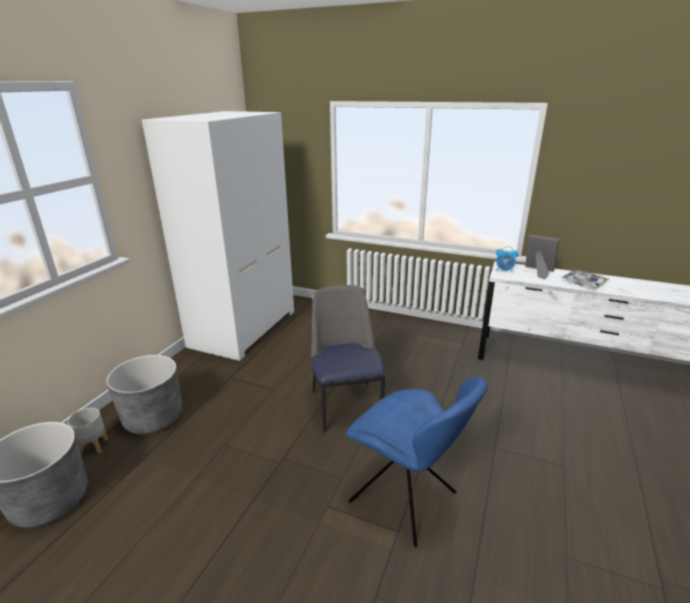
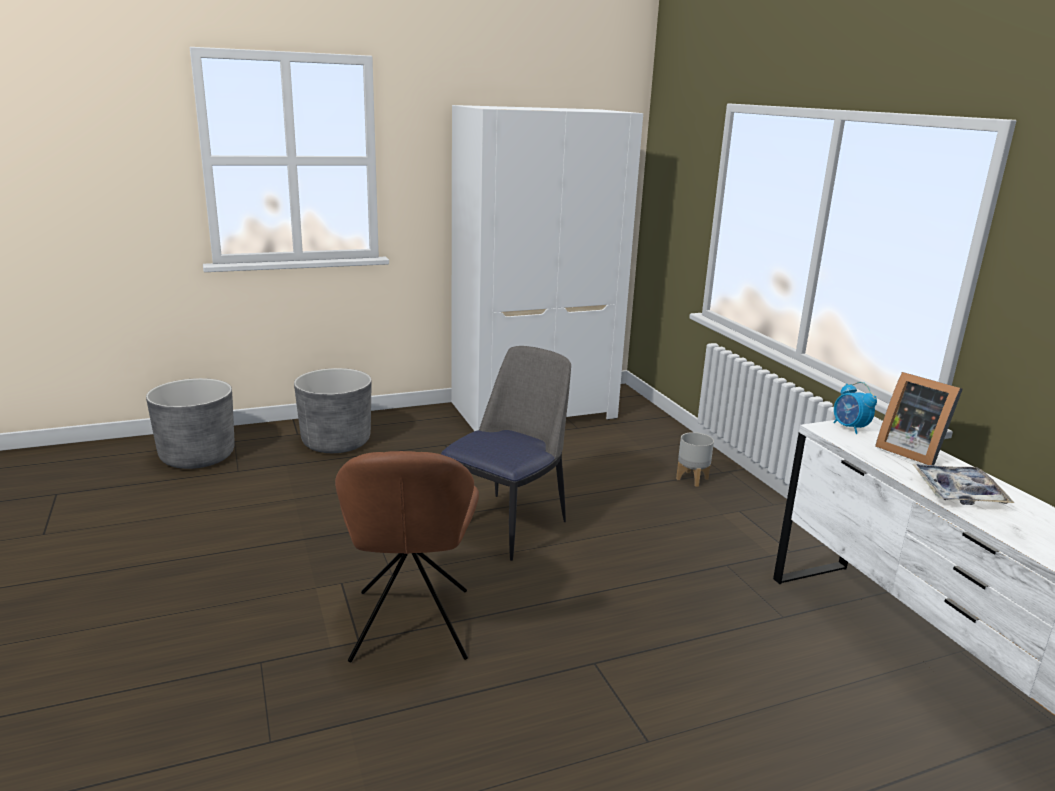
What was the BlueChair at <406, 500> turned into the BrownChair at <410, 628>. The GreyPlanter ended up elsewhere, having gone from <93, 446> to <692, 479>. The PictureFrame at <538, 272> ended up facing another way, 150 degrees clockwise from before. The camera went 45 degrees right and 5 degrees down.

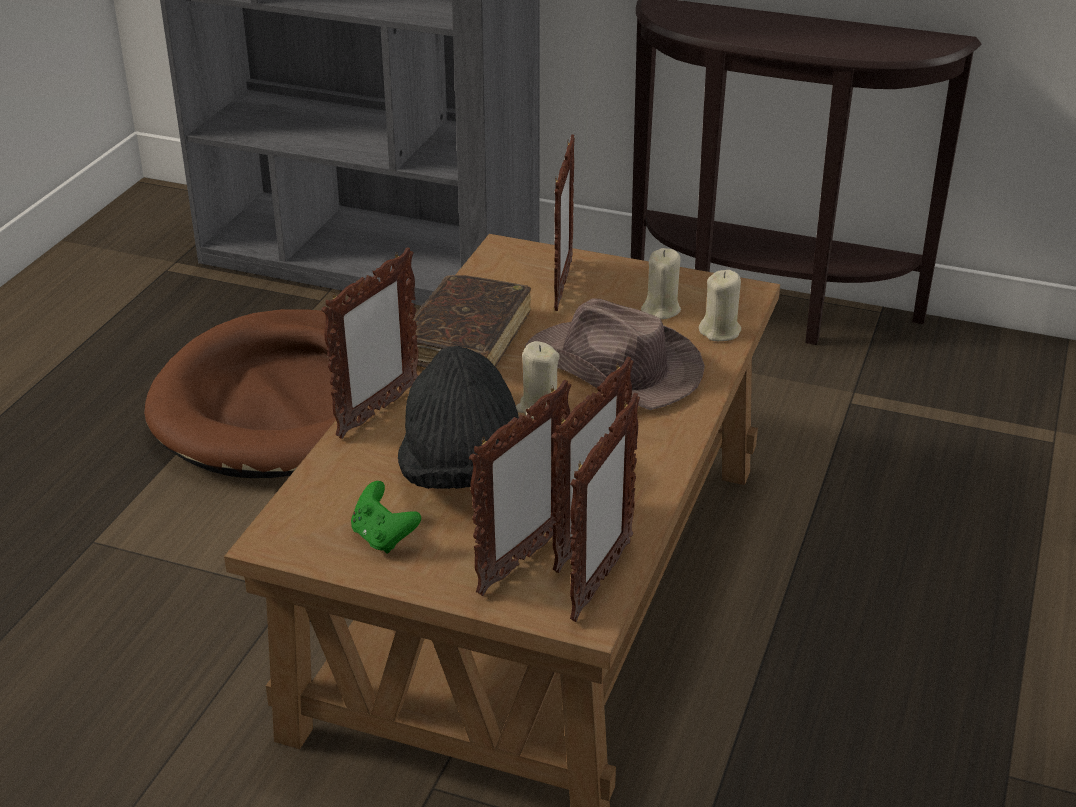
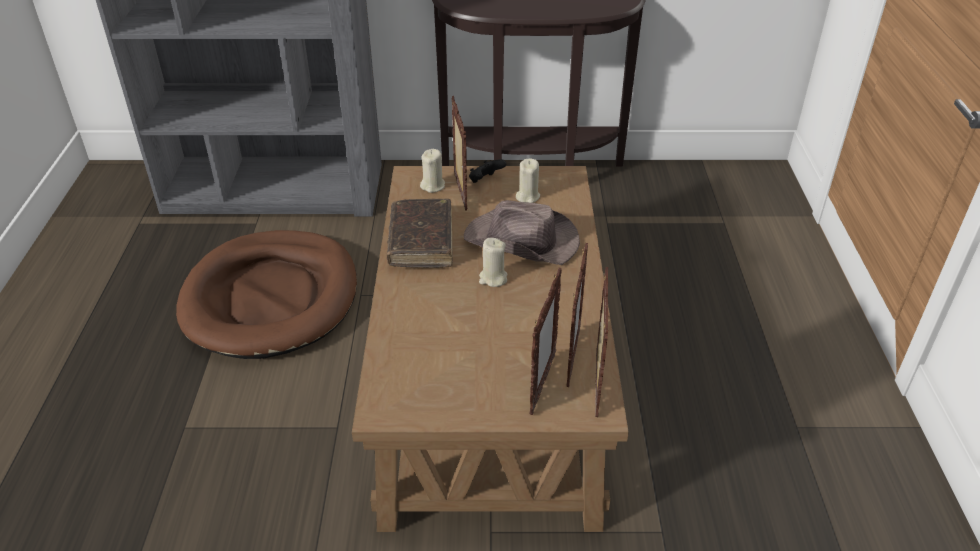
The BeigeCandle ended up elsewhere, having gone from <720, 331> to <433, 186>. The second view gained the BlackGameController at <485, 181>. The second view lost the PictureFrame at <377, 411>. The second view lost the GreenGameController at <383, 537>. The second view lost the BlackHat at <463, 474>. The camera went 20 degrees left and 5 degrees up.

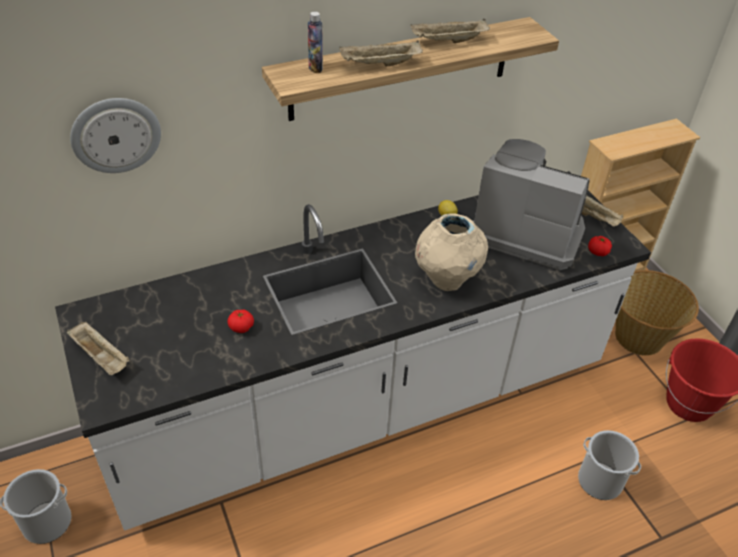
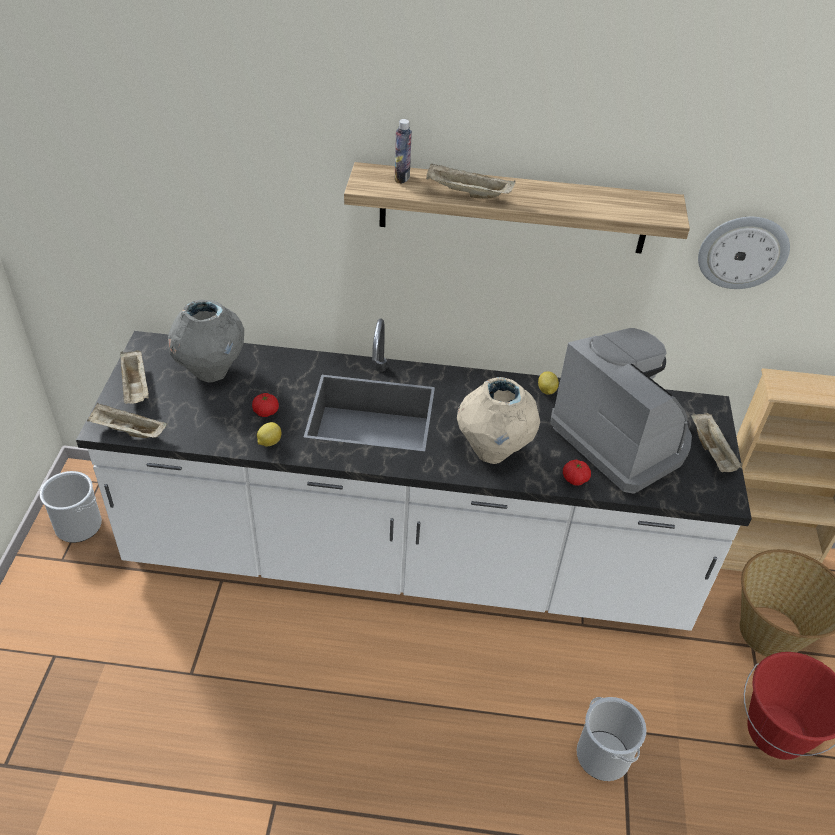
The BeigeTray ended up elsewhere, having gone from <448, 41> to <127, 431>. The second view gained the GreyVase at <211, 371>. The second view gained the Lemon at <269, 442>. The Tomato ended up elsewhere, having gone from <598, 252> to <575, 479>. The WallClock ended up elsewhere, having gone from <116, 134> to <742, 252>. The camera went 30 degrees right and 0 degrees up.

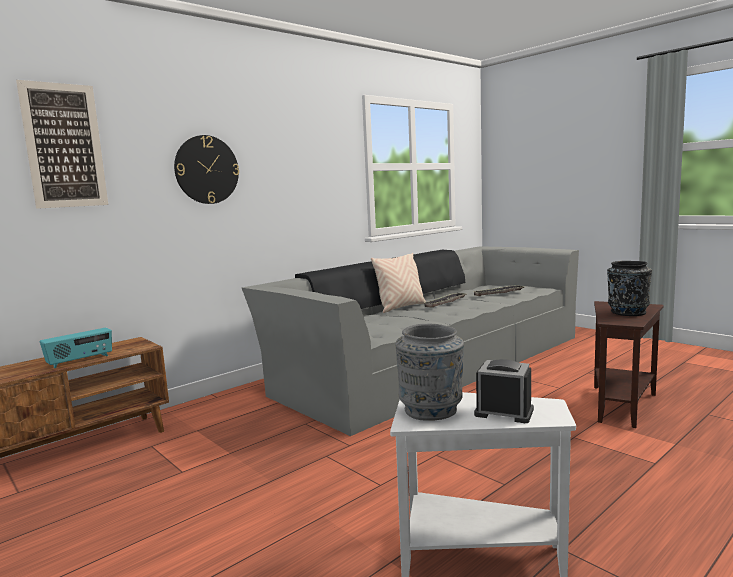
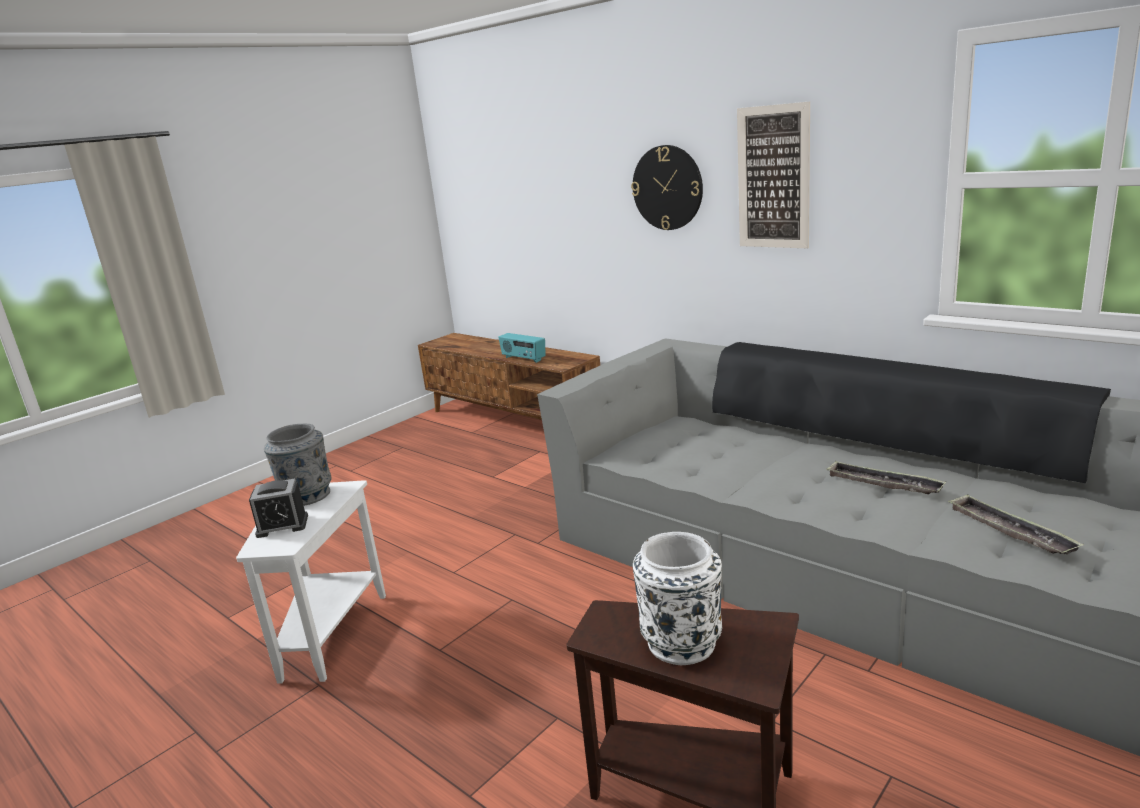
The AlarmClock at <504, 412> ended up facing another way, 60 degrees clockwise from before. What was the BlackVase at <627, 312> turned into the WhiteVase at <681, 641>. The Picture ended up elsewhere, having gone from <64, 146> to <773, 178>. The second view lost the BeigePillow at <400, 307>. The camera went 85 degrees right and 10 degrees up.

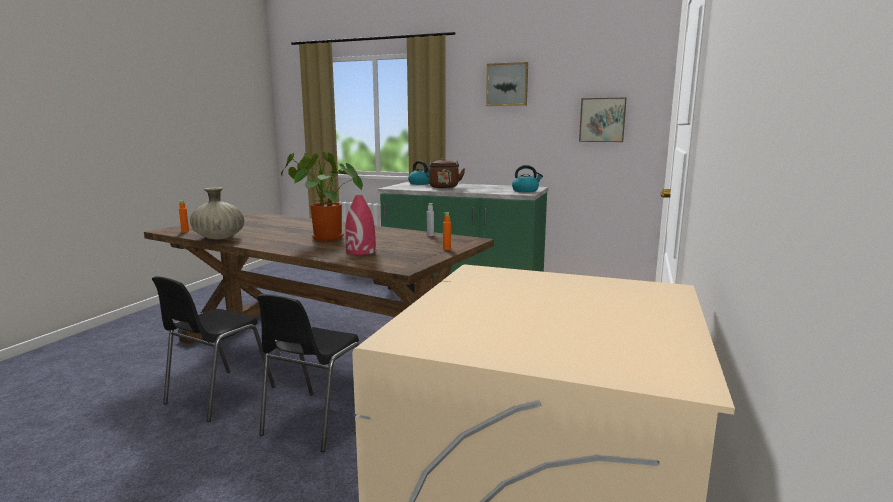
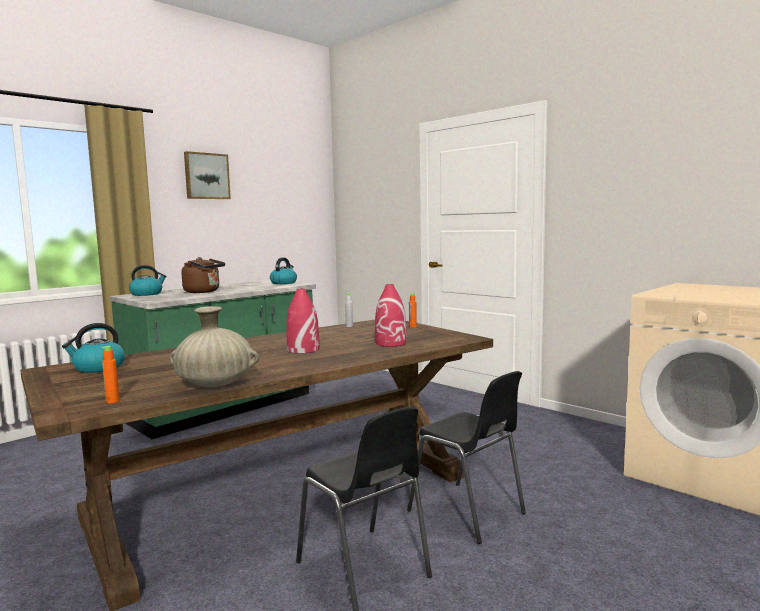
The second view gained the Kettle at <98, 368>. Where the PottedPlant stood at <324, 238>, the RedVase came to stand at <303, 350>. The second view lost the Picture at <602, 120>. The camera went 65 degrees left and 5 degrees down.

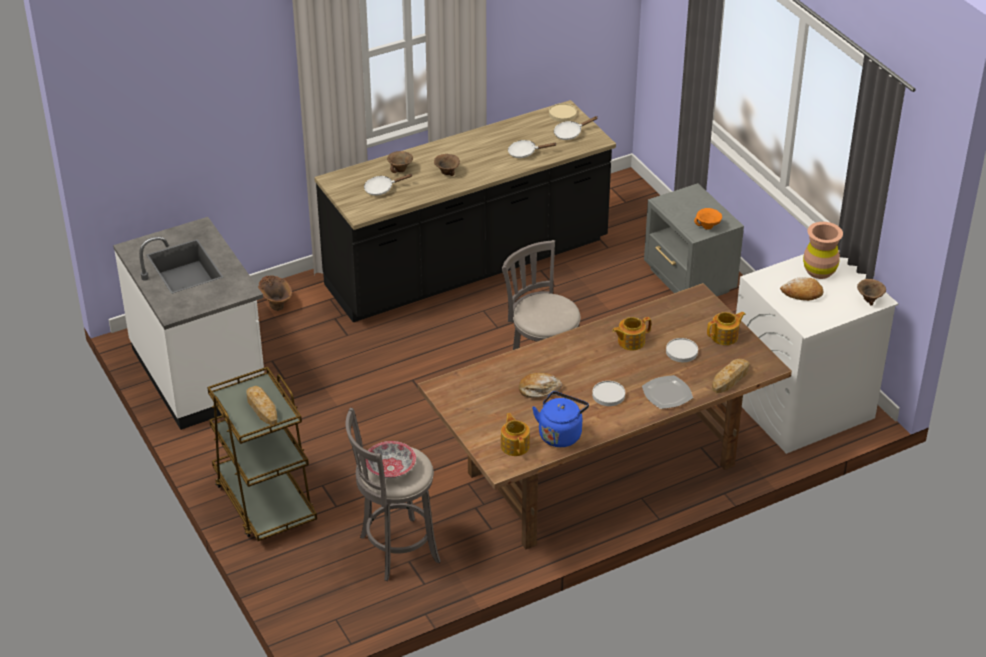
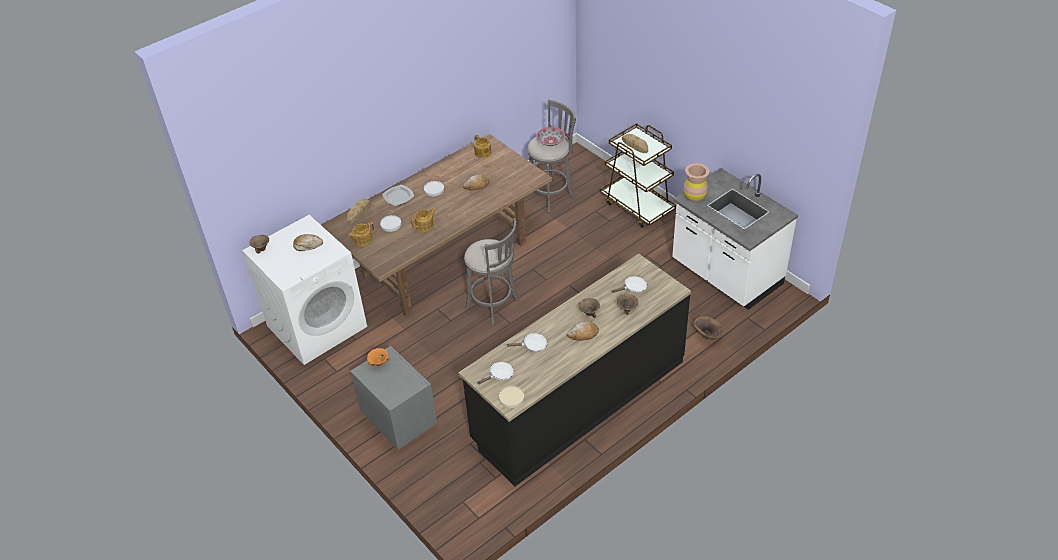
The second view gained the Bread at <583, 334>. The BrownVase ended up elsewhere, having gone from <819, 271> to <694, 196>. The second view lost the BlueKettle at <560, 434>. The camera went 170 degrees right and 5 degrees up.

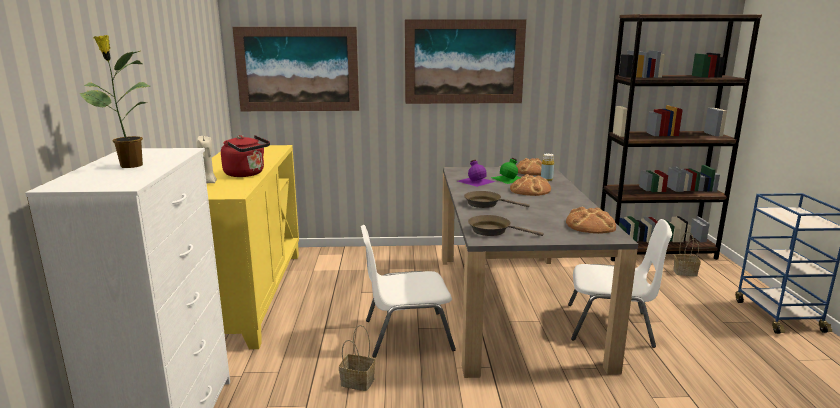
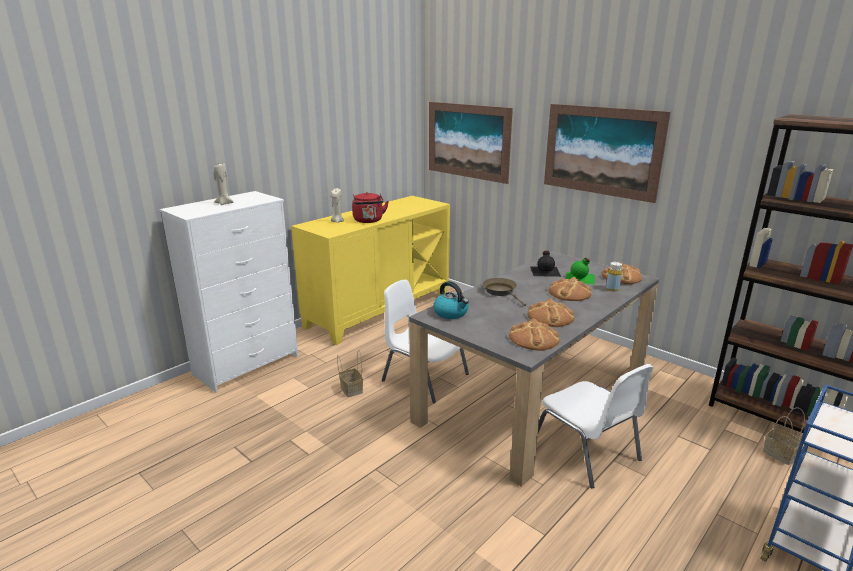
Where the PottedPlant stood at <130, 165>, the BeigeCandle came to stand at <224, 203>. Where the BrownFryingPan stood at <493, 231>, the Kettle came to stand at <451, 313>. The second view gained the Bread at <550, 317>. What was the PurpleBottle at <476, 181> turned into the BlackBottle at <545, 271>. The camera went 45 degrees right and 5 degrees up.

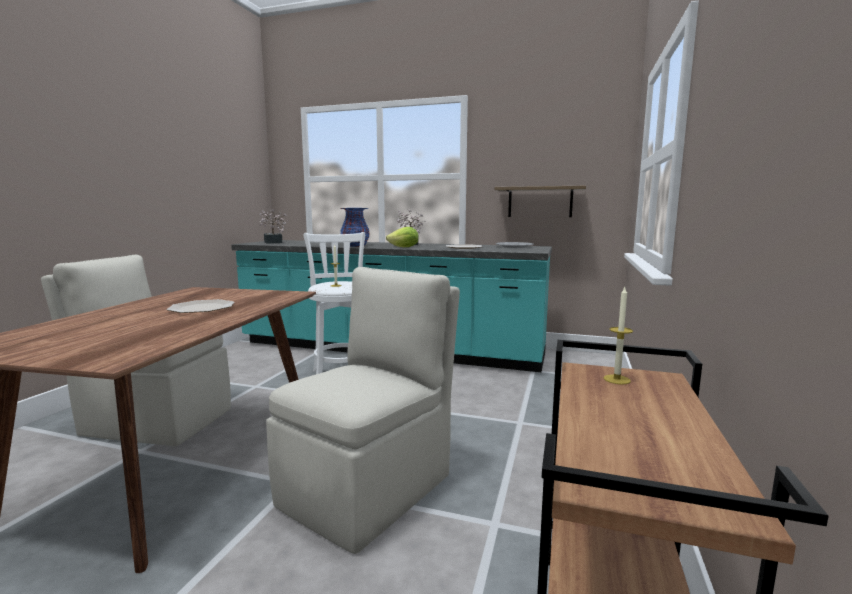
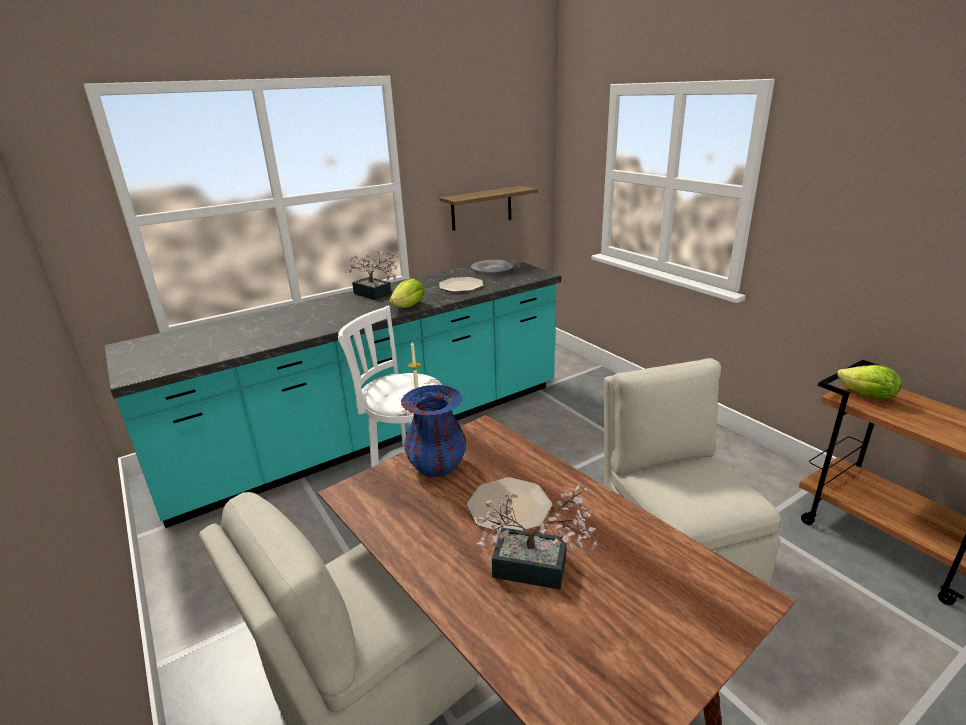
The BlueVase ended up elsewhere, having gone from <355, 246> to <437, 466>. The PottedPlant ended up elsewhere, having gone from <273, 242> to <539, 569>. Where the Candle stood at <616, 379>, the Lettuce came to stand at <867, 396>. The camera went 50 degrees left and 15 degrees up.

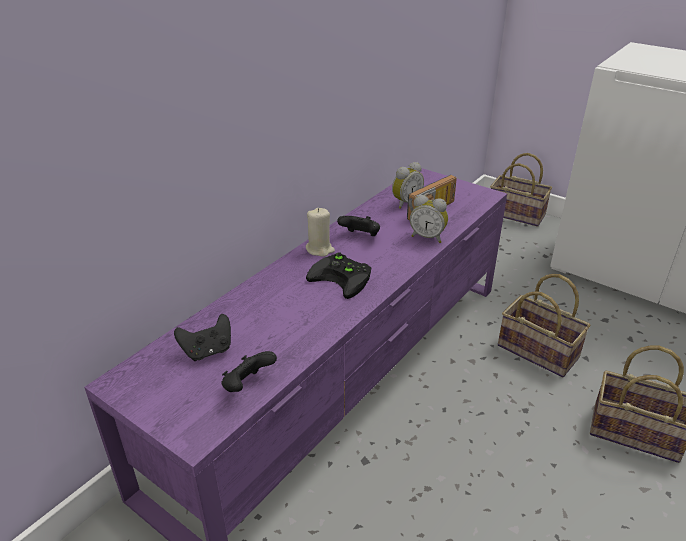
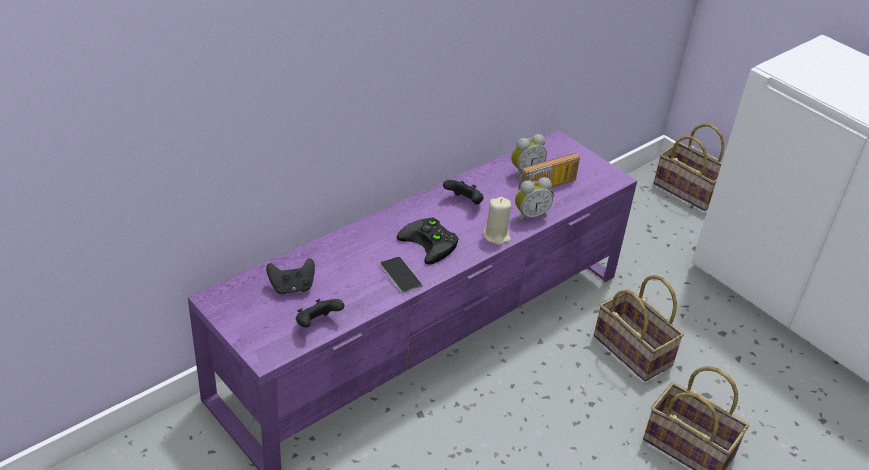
The second view gained the Phone at <400, 276>. The BeigeCandle ended up elsewhere, having gone from <320, 249> to <496, 236>. The AlarmClock at <427, 237> ended up facing another way, 60 degrees counterclockwise from before. The camera went 10 degrees right and 5 degrees up.

